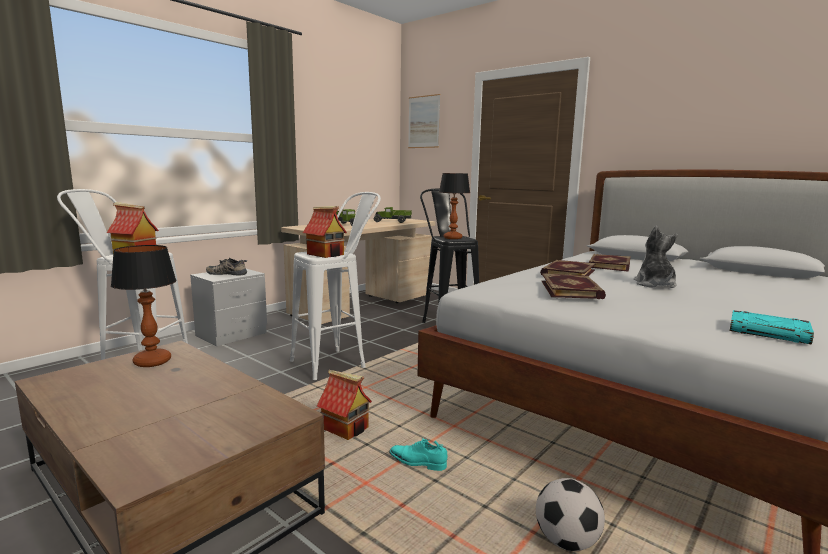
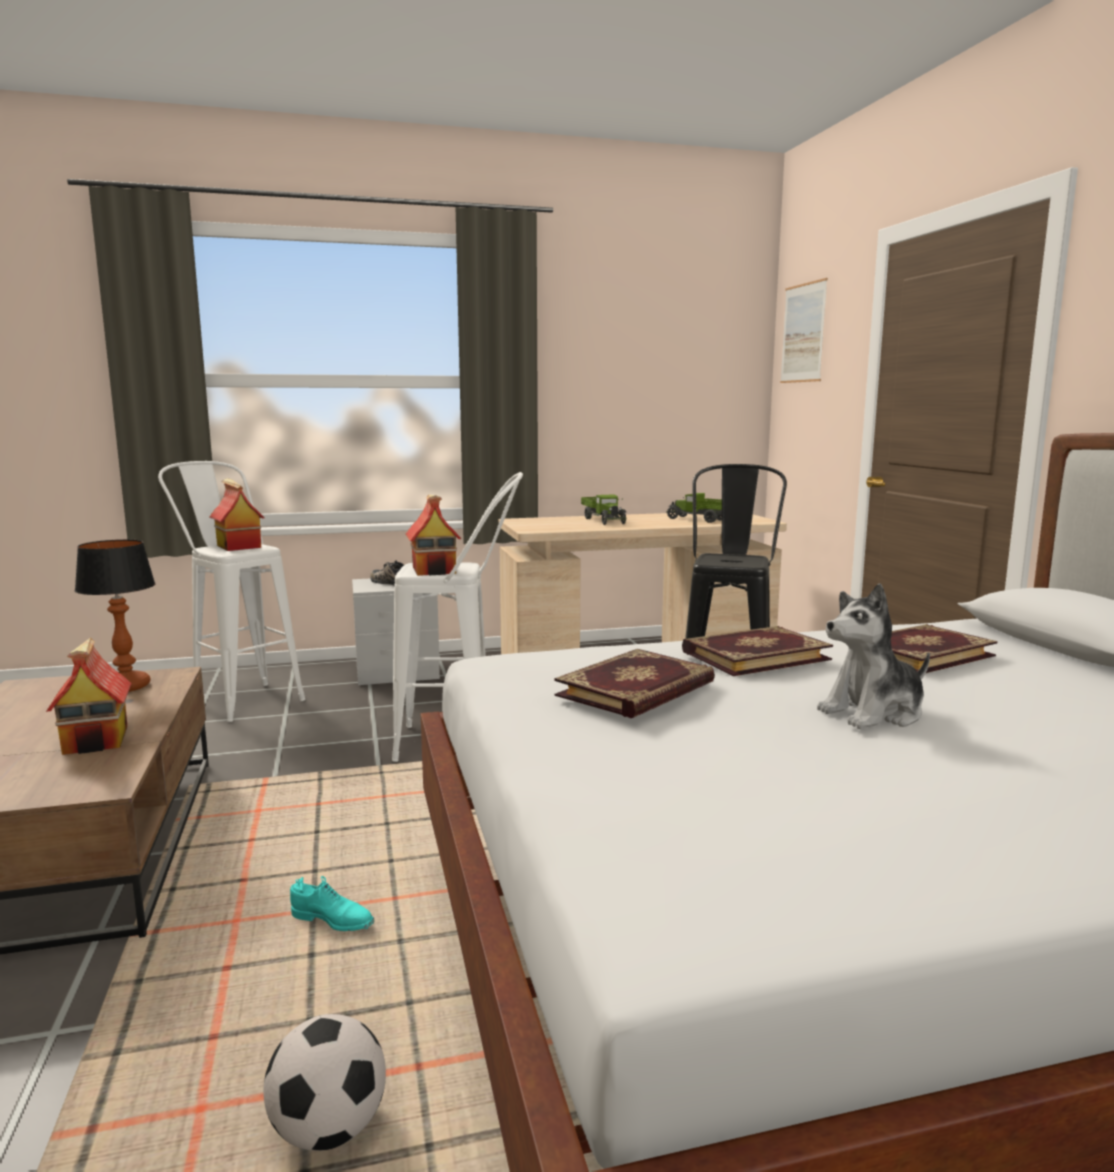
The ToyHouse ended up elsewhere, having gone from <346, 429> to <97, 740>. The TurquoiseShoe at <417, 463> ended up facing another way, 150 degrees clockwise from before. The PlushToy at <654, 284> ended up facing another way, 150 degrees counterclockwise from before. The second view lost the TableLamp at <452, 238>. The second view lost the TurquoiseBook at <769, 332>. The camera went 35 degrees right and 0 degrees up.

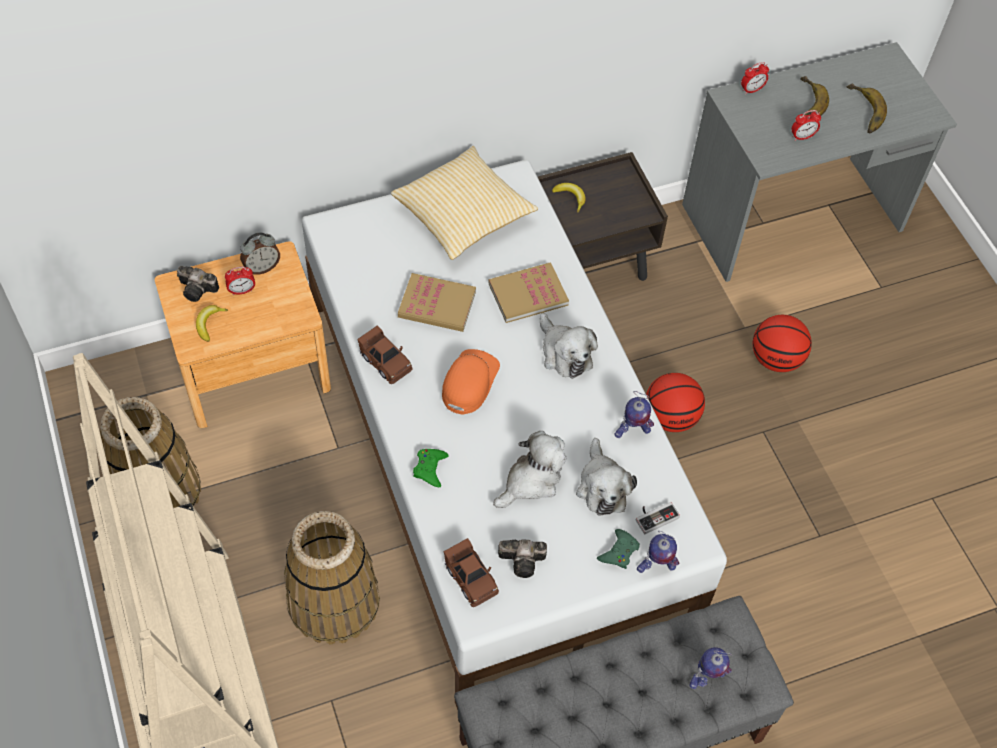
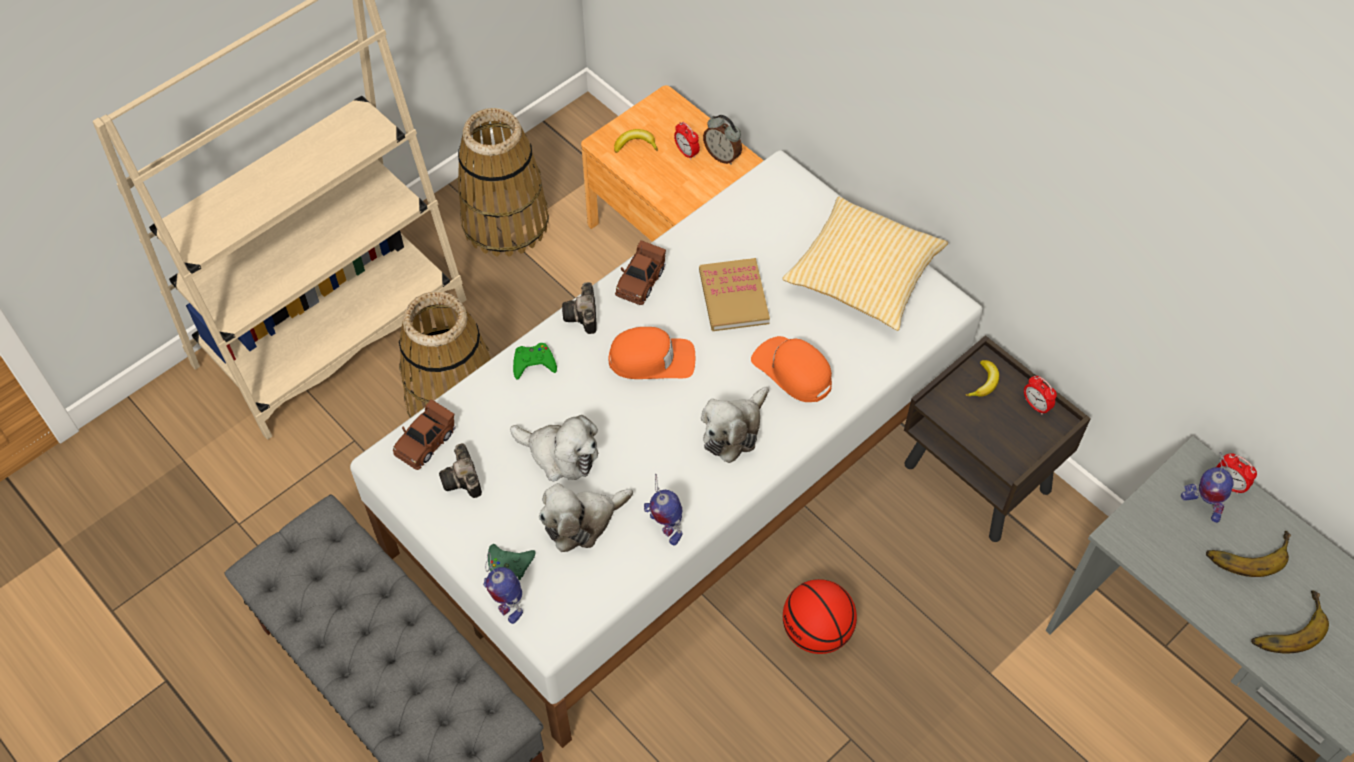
The PhotoCamera ended up elsewhere, having gone from <199, 290> to <583, 317>. Where the Book stood at <528, 294>, the OrangeCap came to stand at <793, 371>. The AlarmClock ended up elsewhere, having gone from <802, 137> to <1036, 405>. The ToyRobot ended up elsewhere, having gone from <706, 677> to <1200, 506>. The second view lost the GameController at <655, 516>. The second view lost the Basketball at <776, 359>. The camera went 70 degrees right and 0 degrees up.

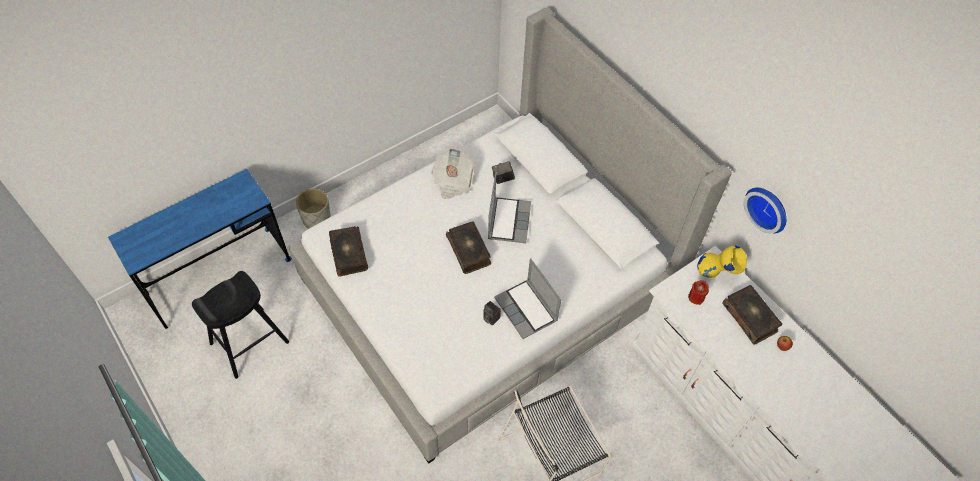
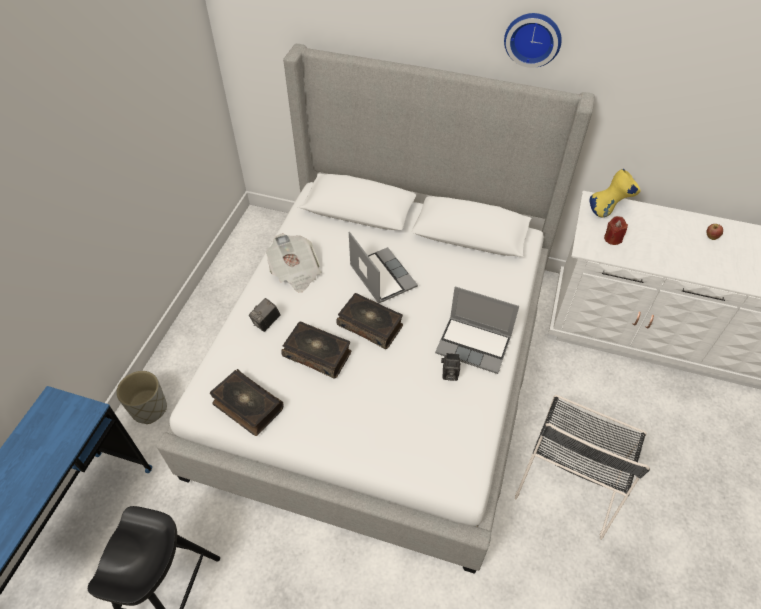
The PhotoCamera ended up elsewhere, having gone from <503, 179> to <266, 323>. The Book ended up elsewhere, having gone from <750, 318> to <318, 354>. The WallClock ended up elsewhere, having gone from <768, 208> to <533, 38>. The camera went 35 degrees left and 5 degrees down.

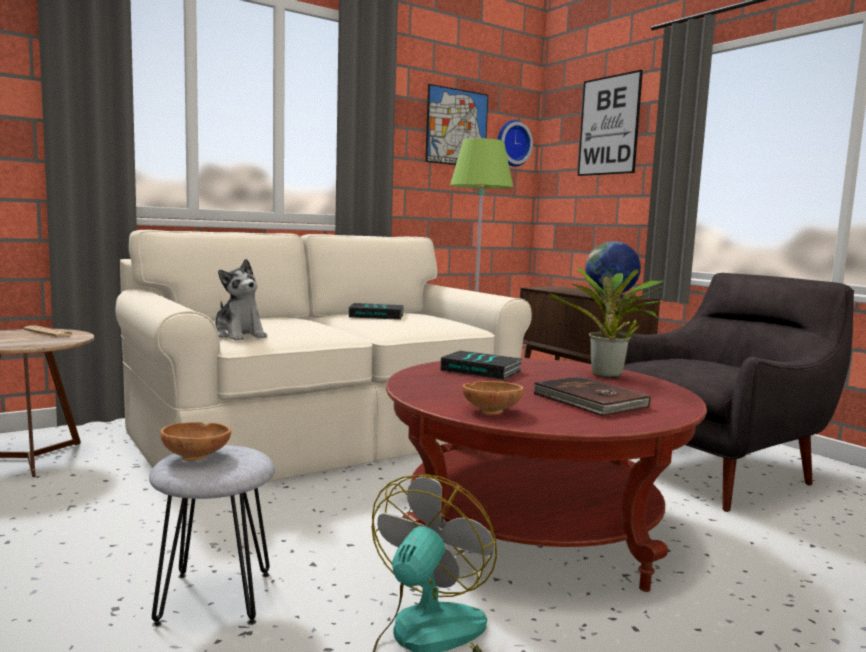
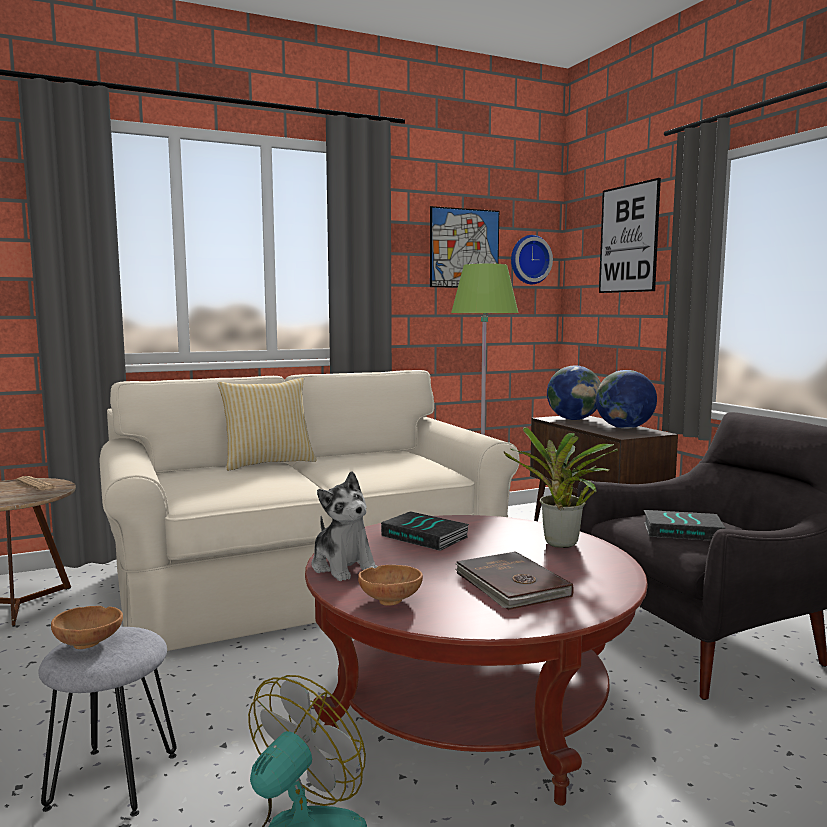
The second view gained the Pillow at <268, 463>. The PlushToy ended up elsewhere, having gone from <239, 335> to <343, 566>. The second view gained the Globe at <573, 419>. The Book ended up elsewhere, having gone from <377, 316> to <683, 531>. The camera went 10 degrees right and 0 degrees up.

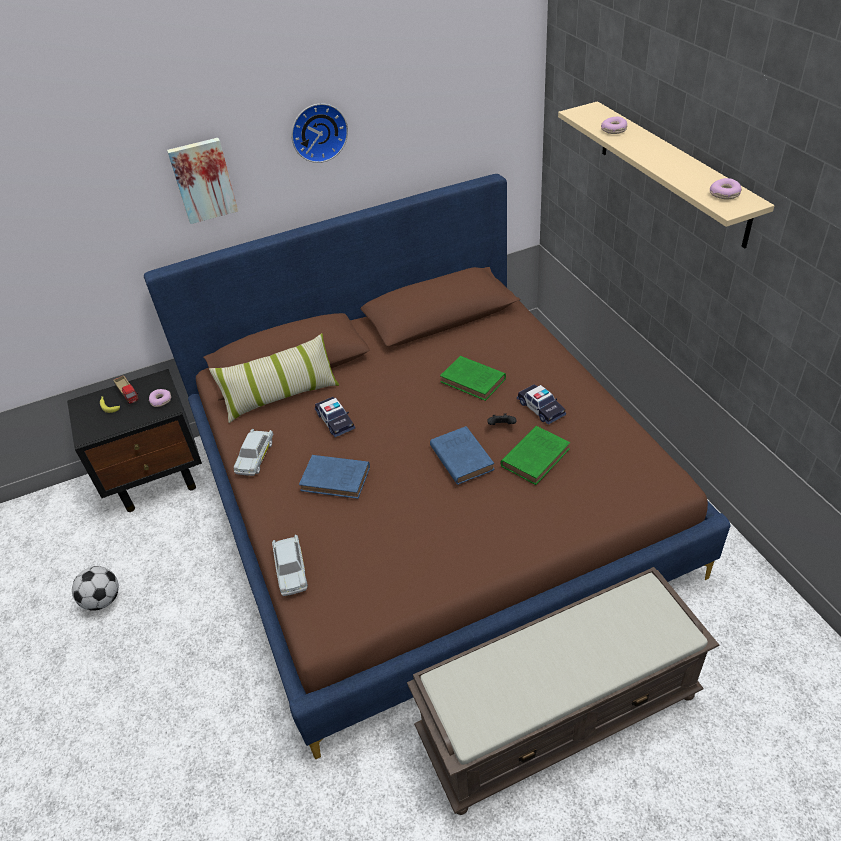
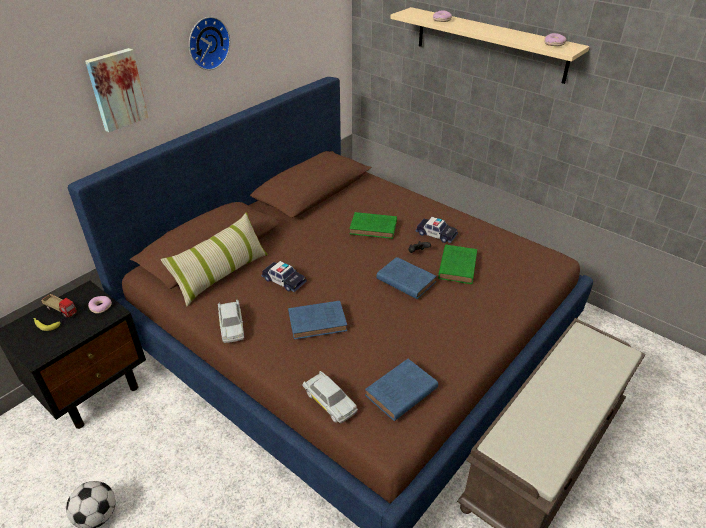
The second view gained the BlueBook at <399, 393>. The camera went 30 degrees left and 5 degrees down.

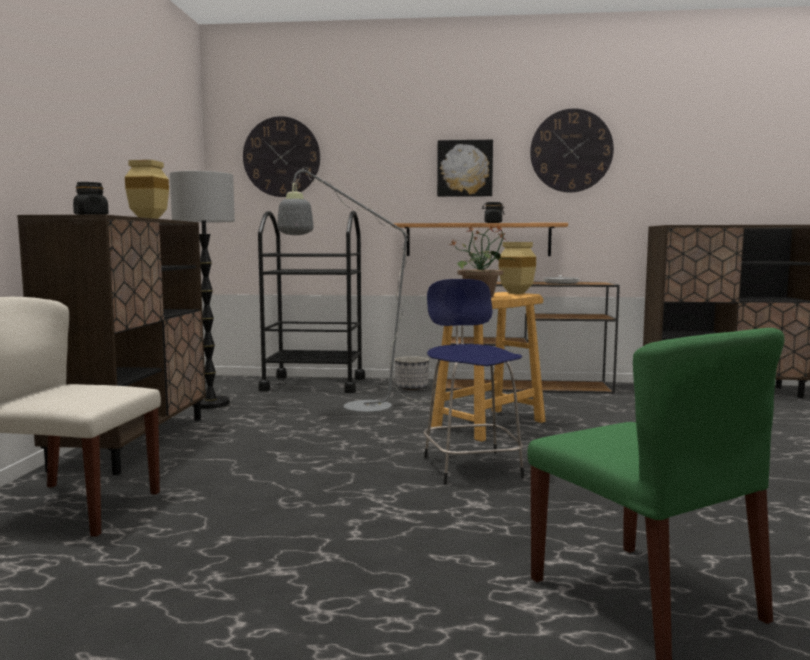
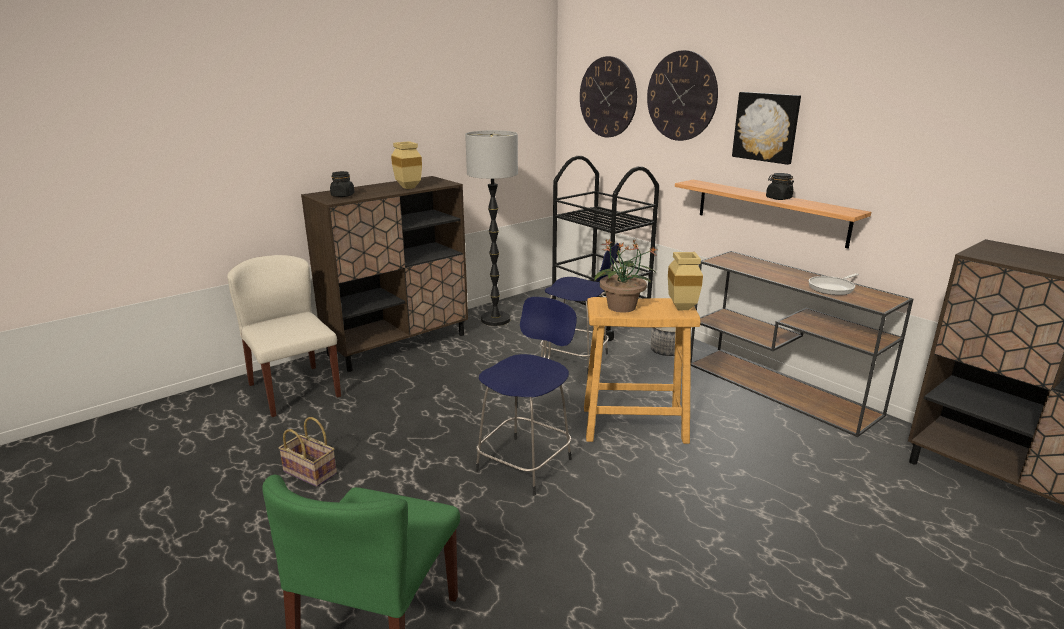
The second view gained the Basket at <311, 472>. Where the GreyFloorLamp stood at <354, 407>, the BlueStool came to stand at <576, 359>. The WallClock ended up elsewhere, having gone from <571, 151> to <681, 96>. The camera went 45 degrees right and 15 degrees up.

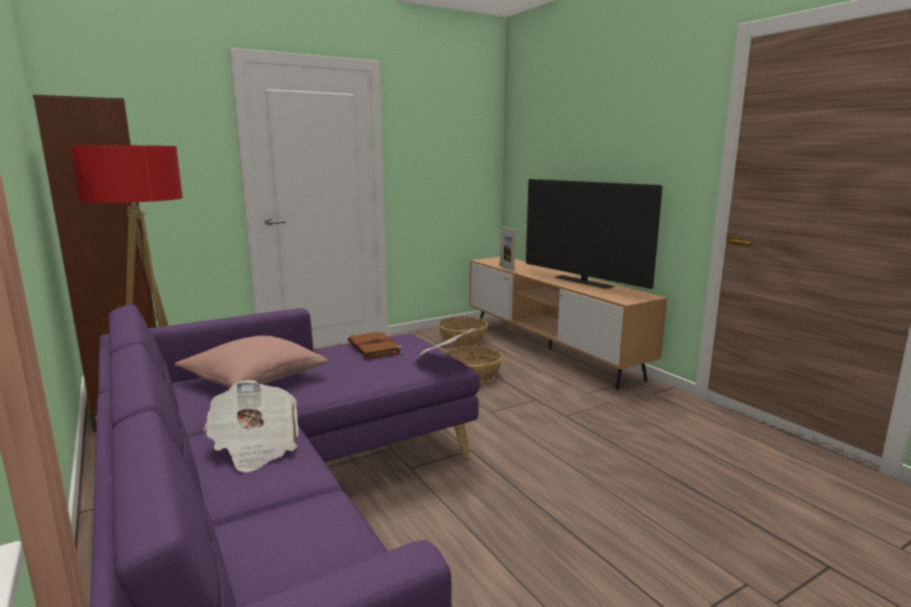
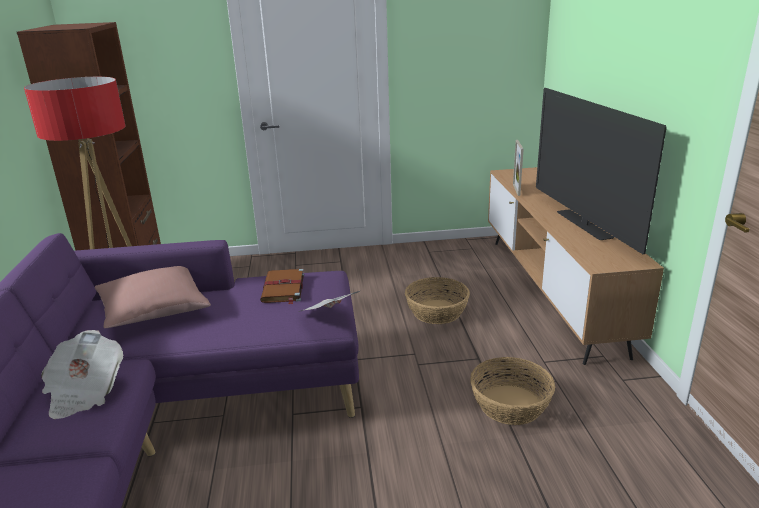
The Basket ended up elsewhere, having gone from <463, 340> to <511, 405>. The camera went 25 degrees right and 10 degrees up.

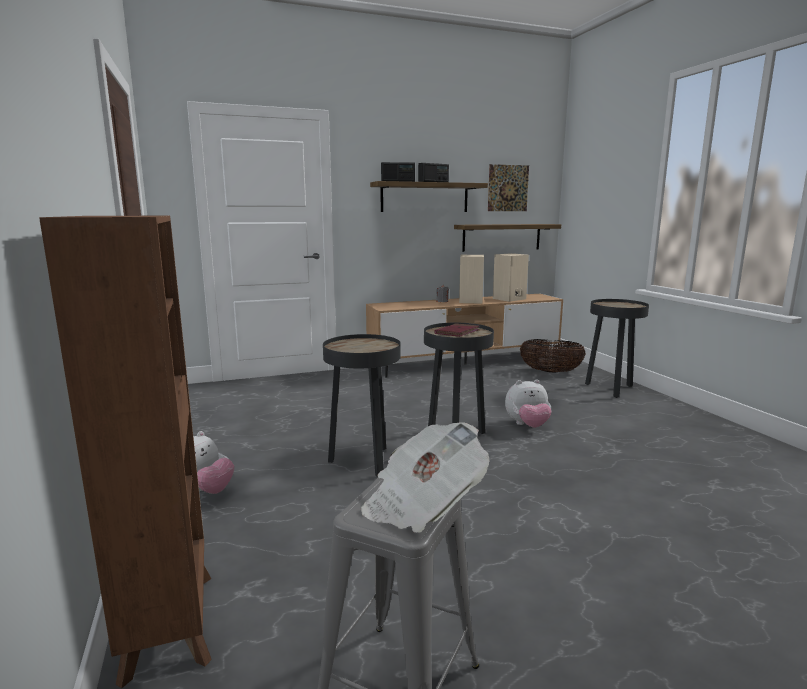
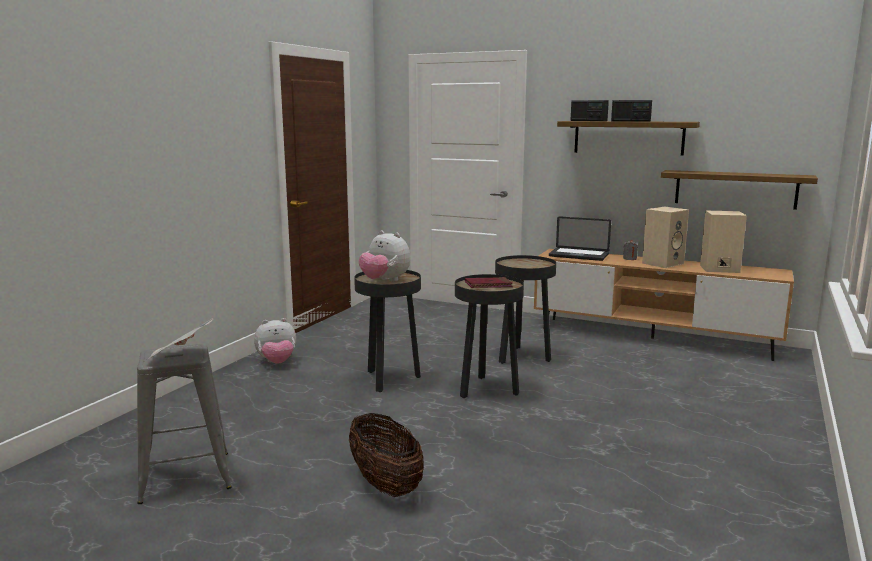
The Basket ended up elsewhere, having gone from <550, 371> to <385, 484>. The PlushToy ended up elsewhere, having gone from <527, 425> to <385, 281>. The BlackSideTable ended up elsewhere, having gone from <610, 389> to <522, 357>. The second view gained the Laptop at <578, 255>. The second view lost the BrownBookcase at <170, 622>. The second view lost the Picture at <508, 188>. The camera went 45 degrees right and 0 degrees up.

